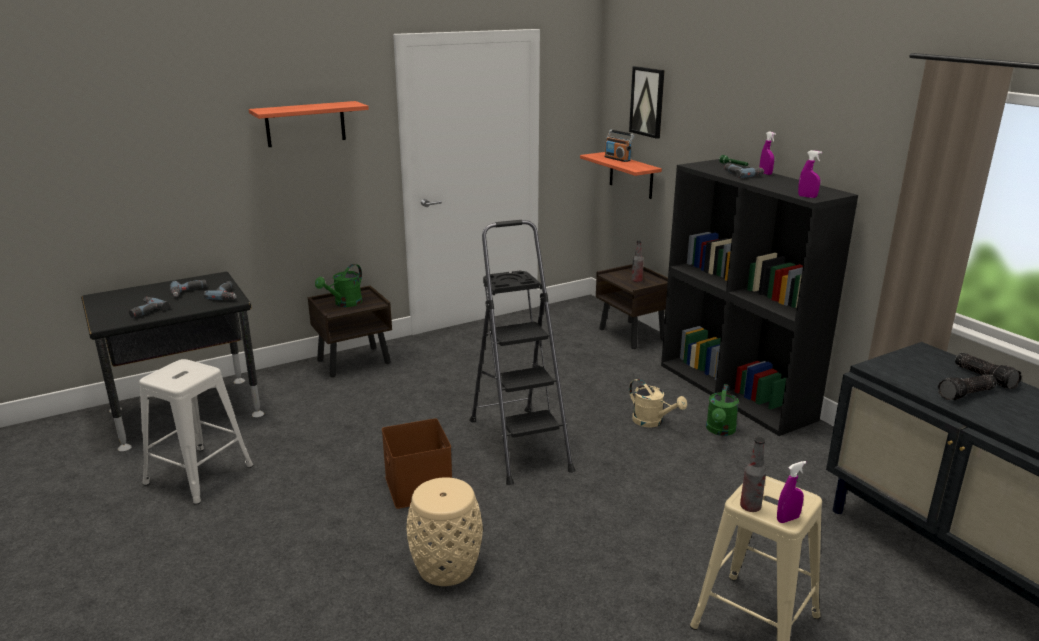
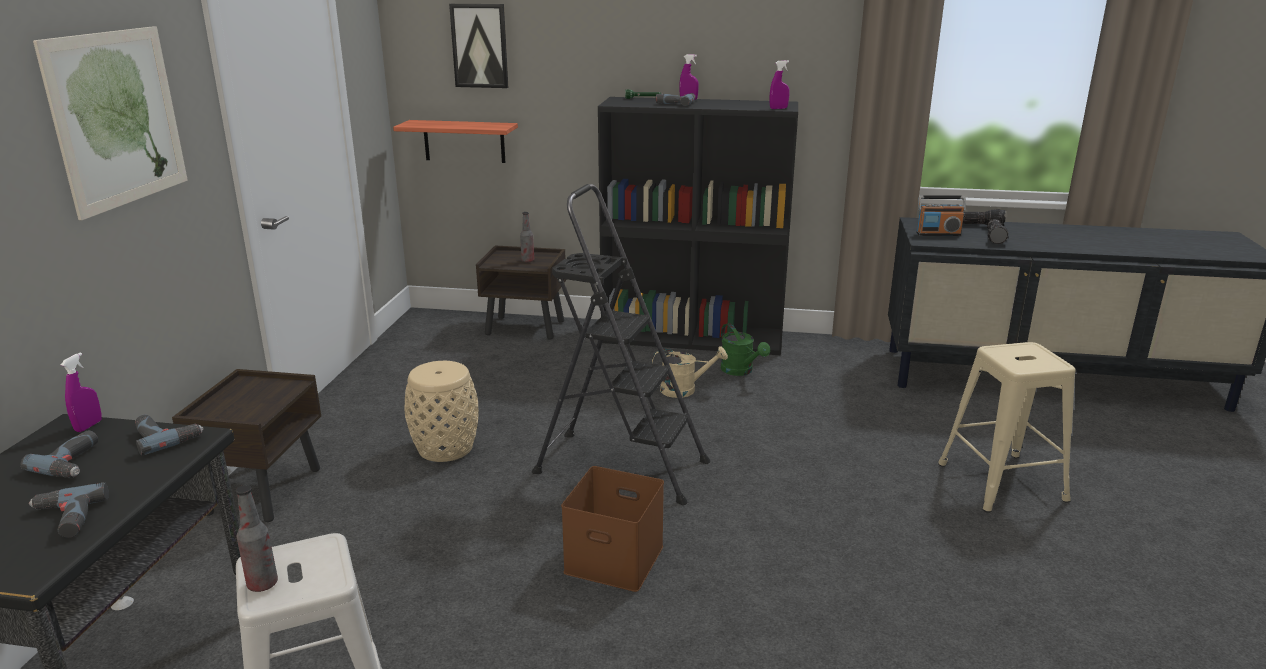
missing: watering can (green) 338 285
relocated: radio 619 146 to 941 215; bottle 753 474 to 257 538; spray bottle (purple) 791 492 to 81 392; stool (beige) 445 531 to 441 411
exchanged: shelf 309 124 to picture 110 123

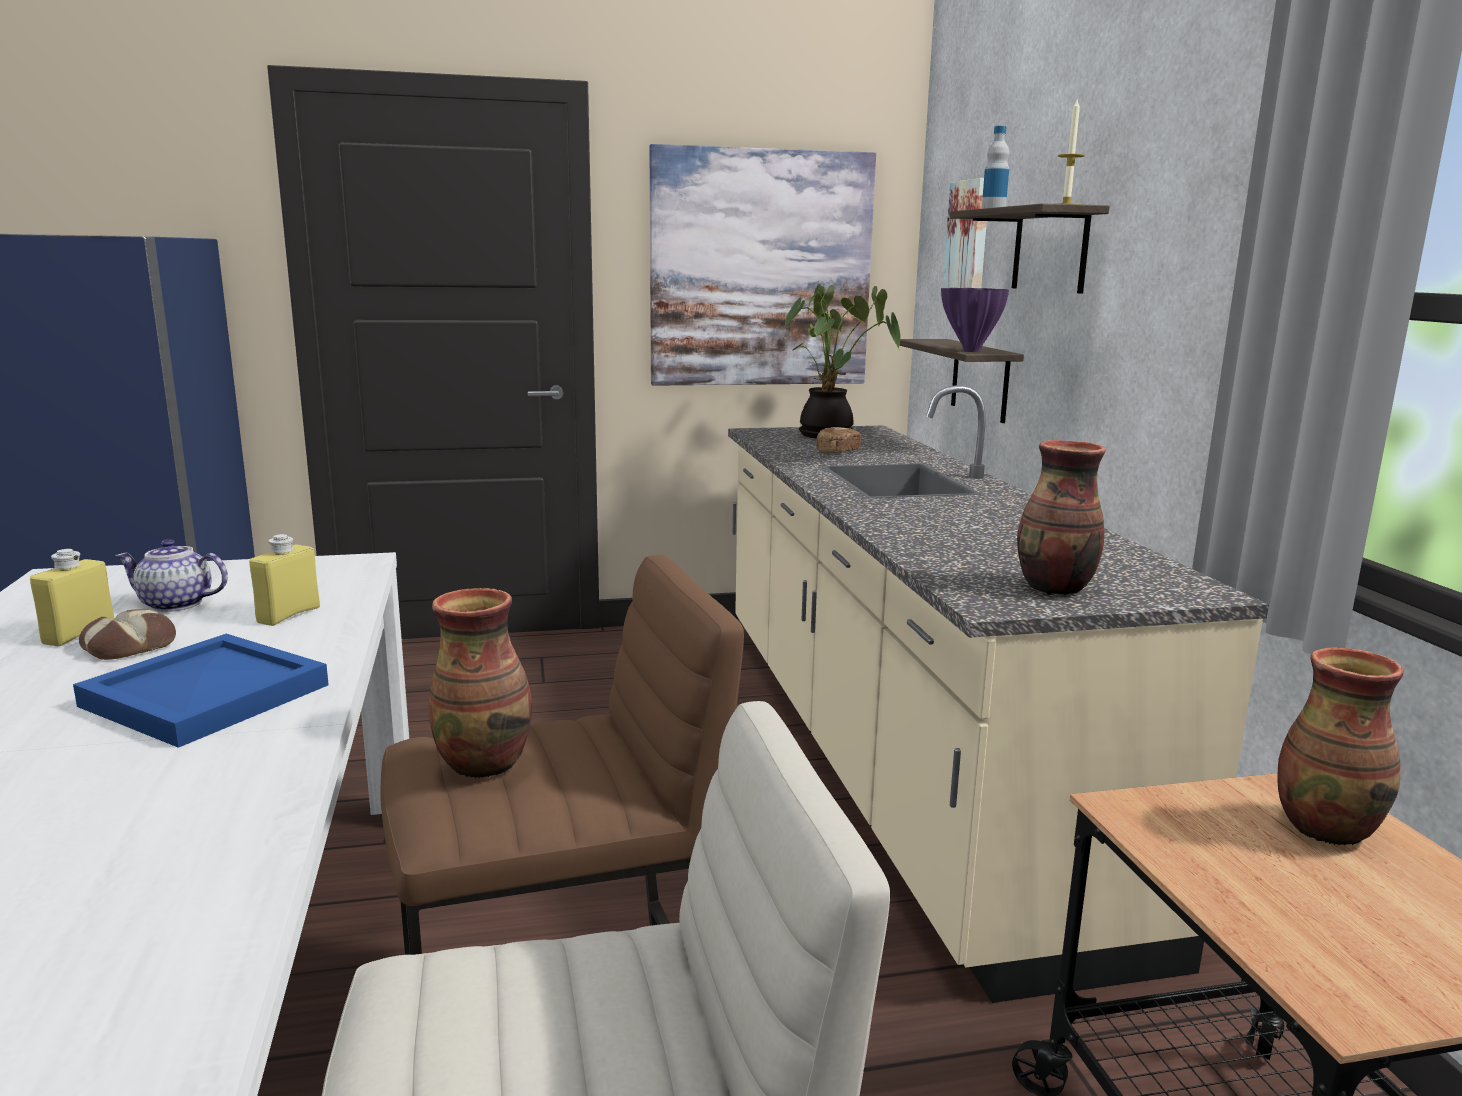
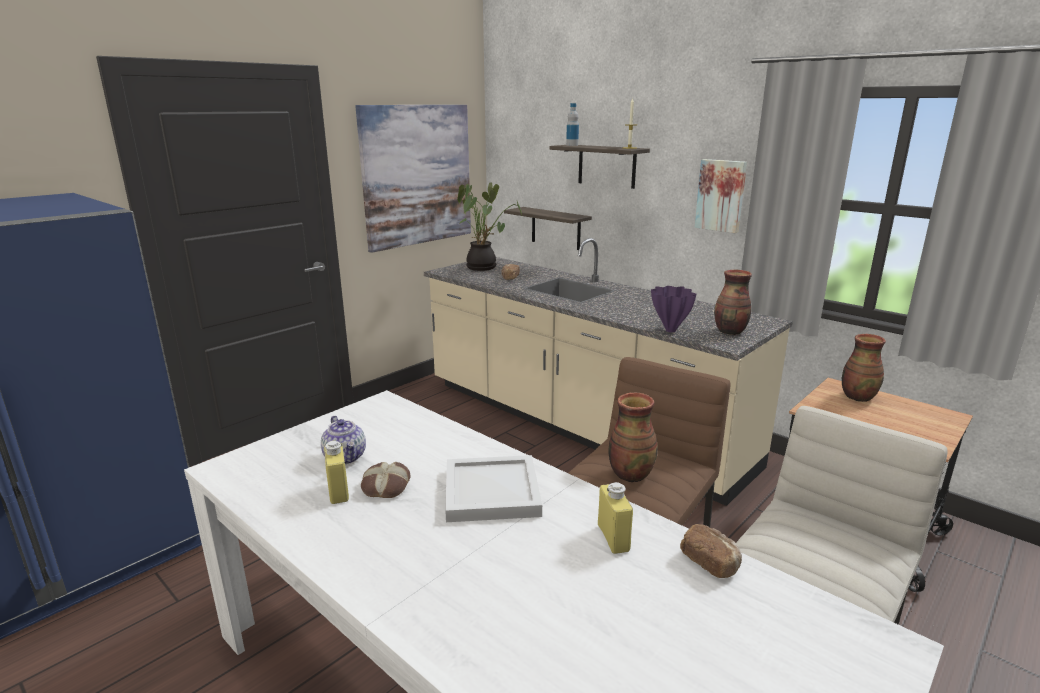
appeared: bread 711 551
relocated: picture 965 233 to 721 196; vase (purple) 975 320 to 673 309; bottle (yellow) 284 580 to 615 518
colour: tray (blue) 201 691 to tray (white) 493 488
spun: teapot 171 575 = 343 440 90 degrees counterclockwise

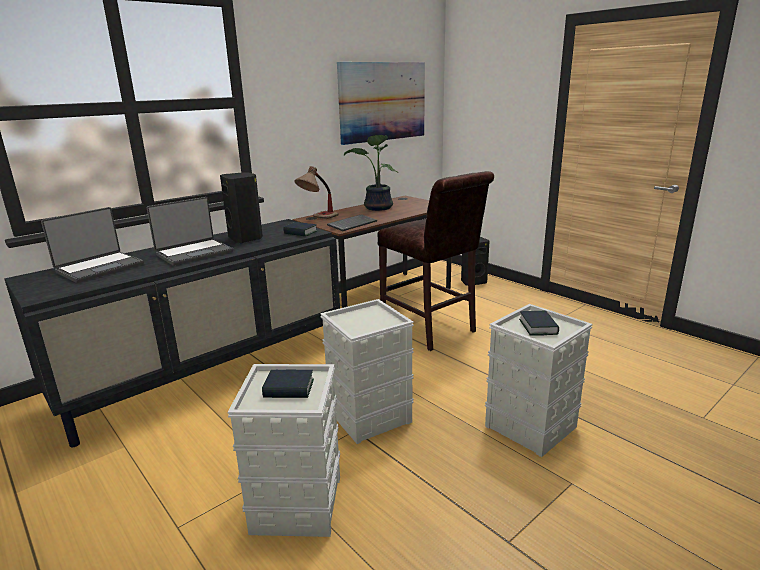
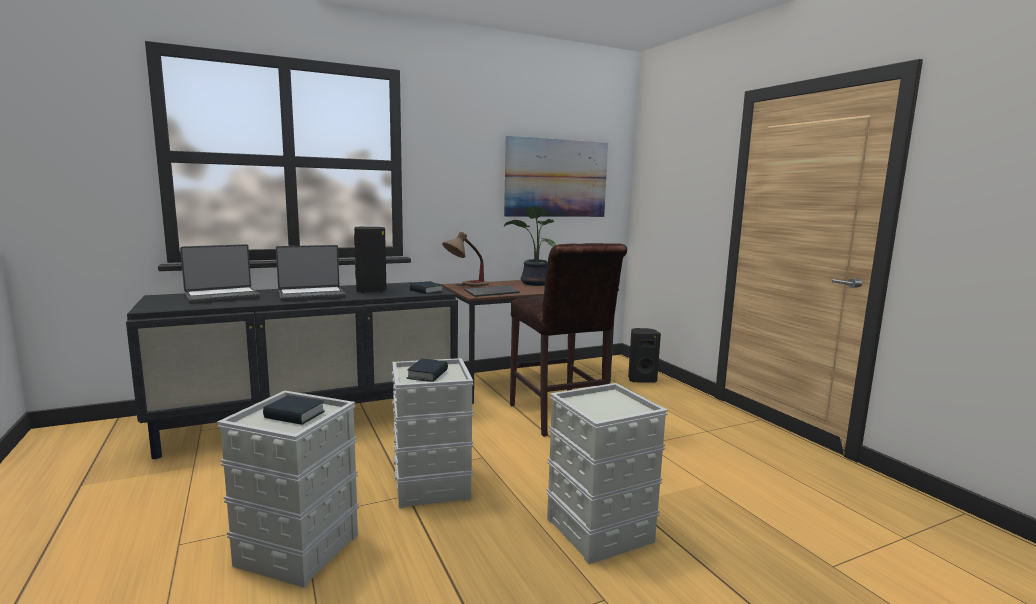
relocated: book 539 323 to 427 370

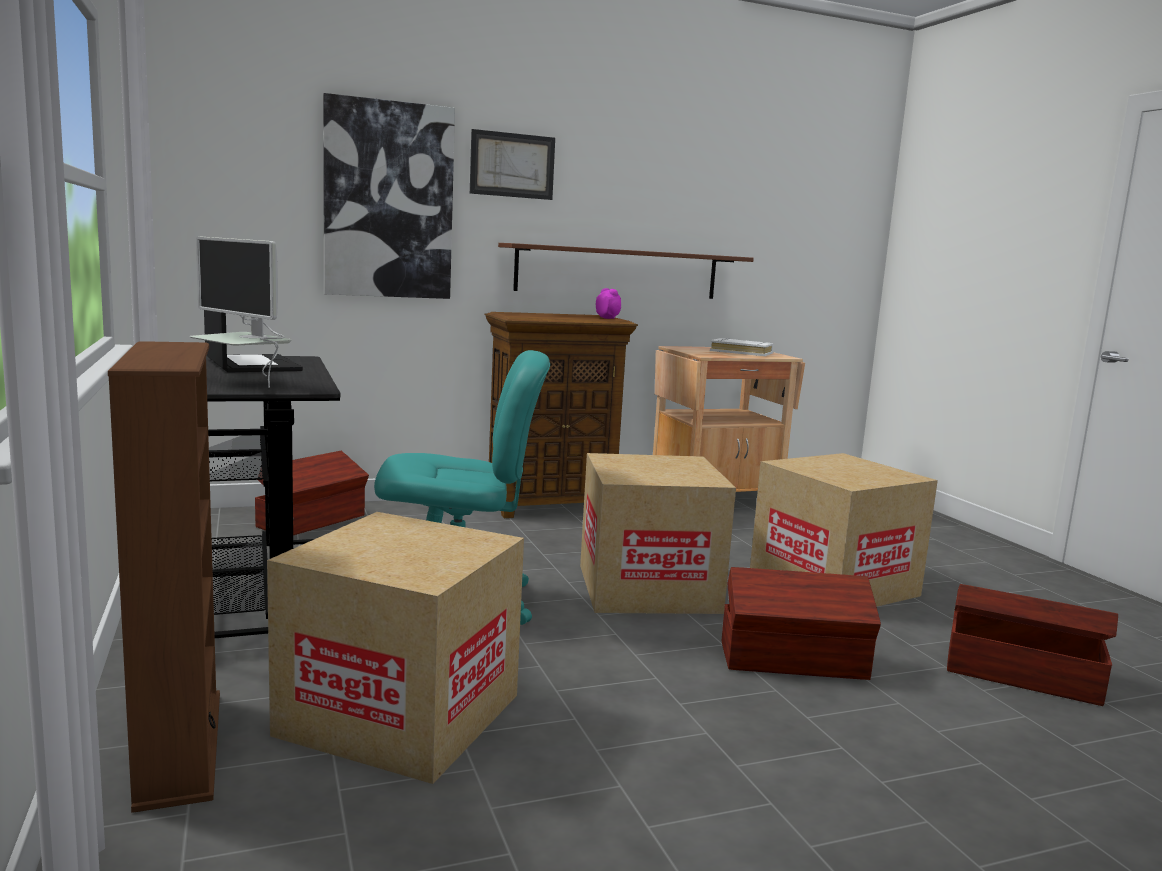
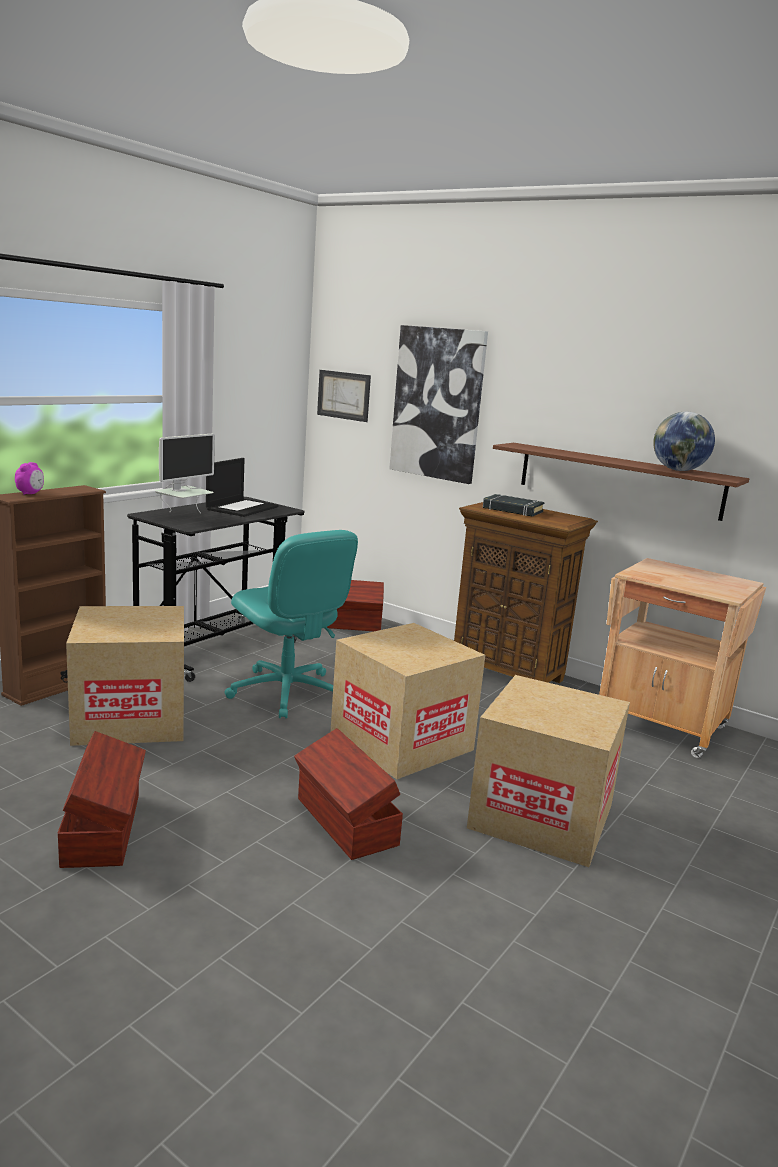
missing: book (white) 742 347
appeared: globe 684 441; book (black) 513 505
relocated: picture 512 164 to 344 396; alarm clock 608 303 to 29 478; storage box (brown) 1032 645 to 102 799
spun: monitor 240 312 = 185 474 150 degrees counterclockwise

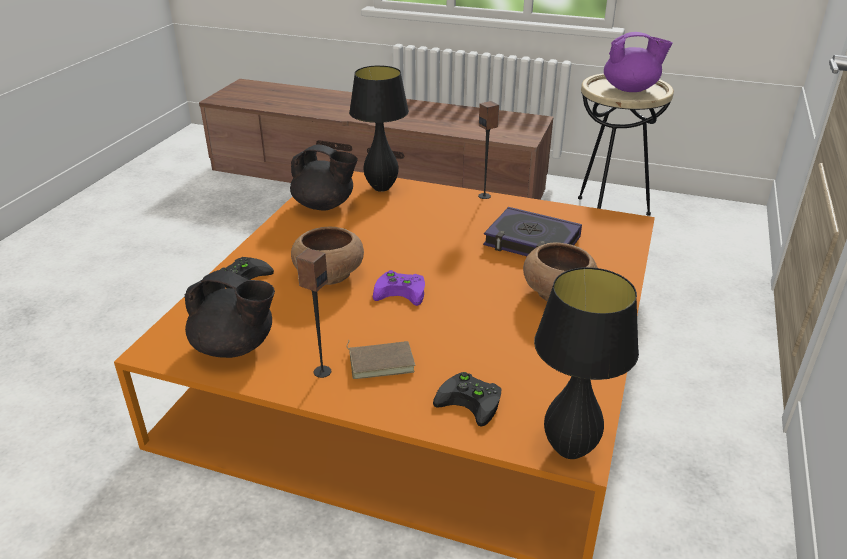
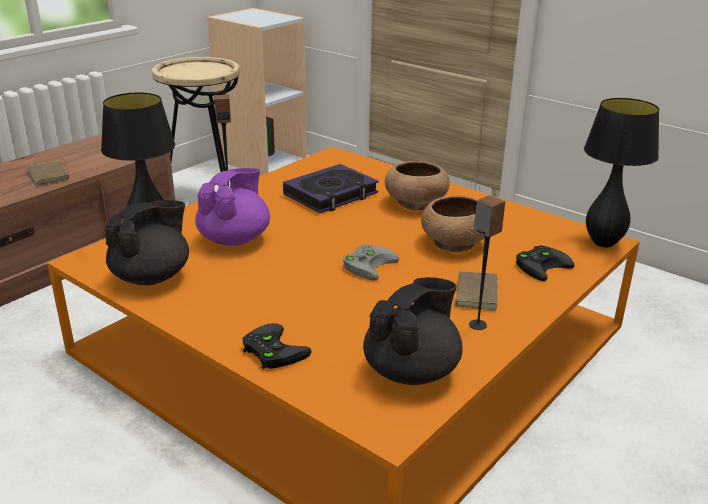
appeared: bookcase 257 92; book (brown) 48 172
relocated: teapot (purple) 638 62 to 232 207; bowl (brown) 327 256 to 452 224
colour: game controller (purple) 399 288 to game controller (grey) 371 262

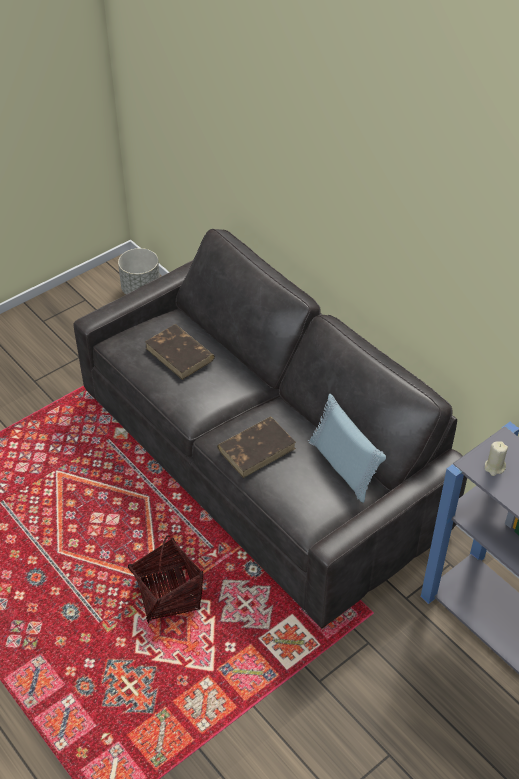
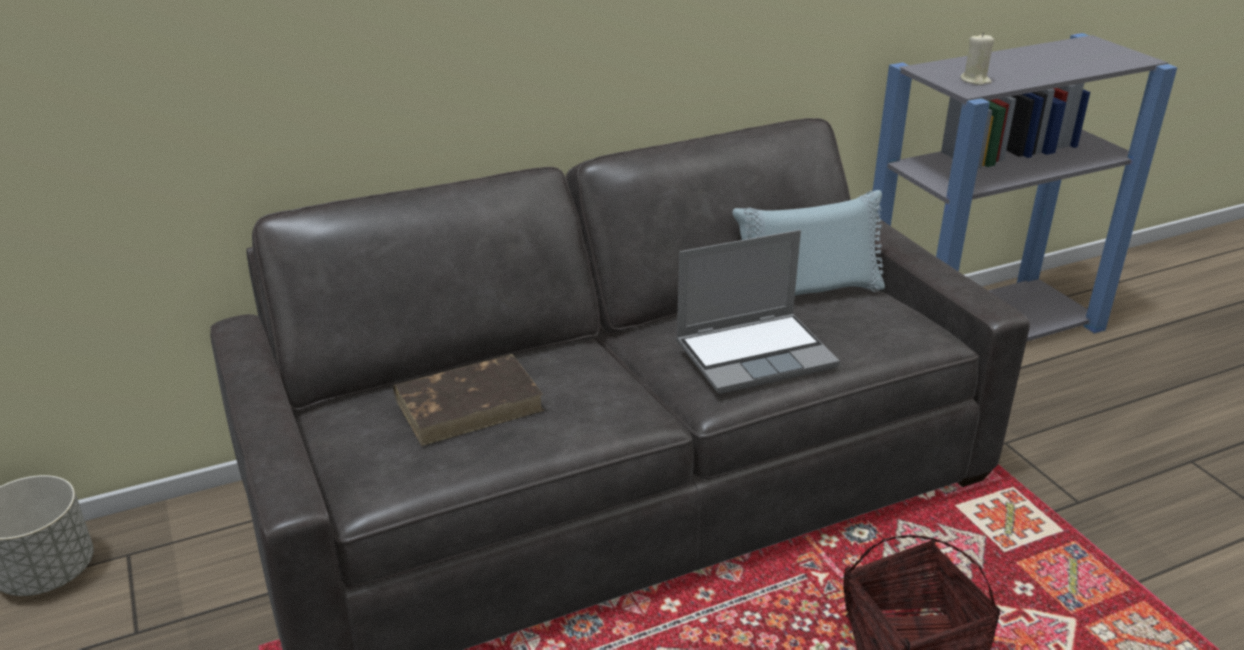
exchanged: book (brown) 256 447 to laptop 758 312

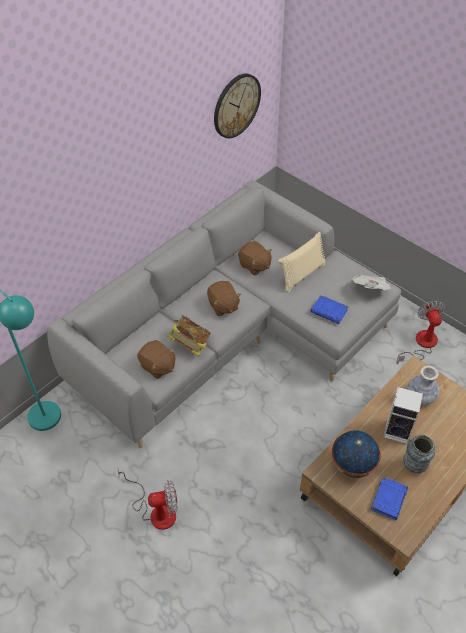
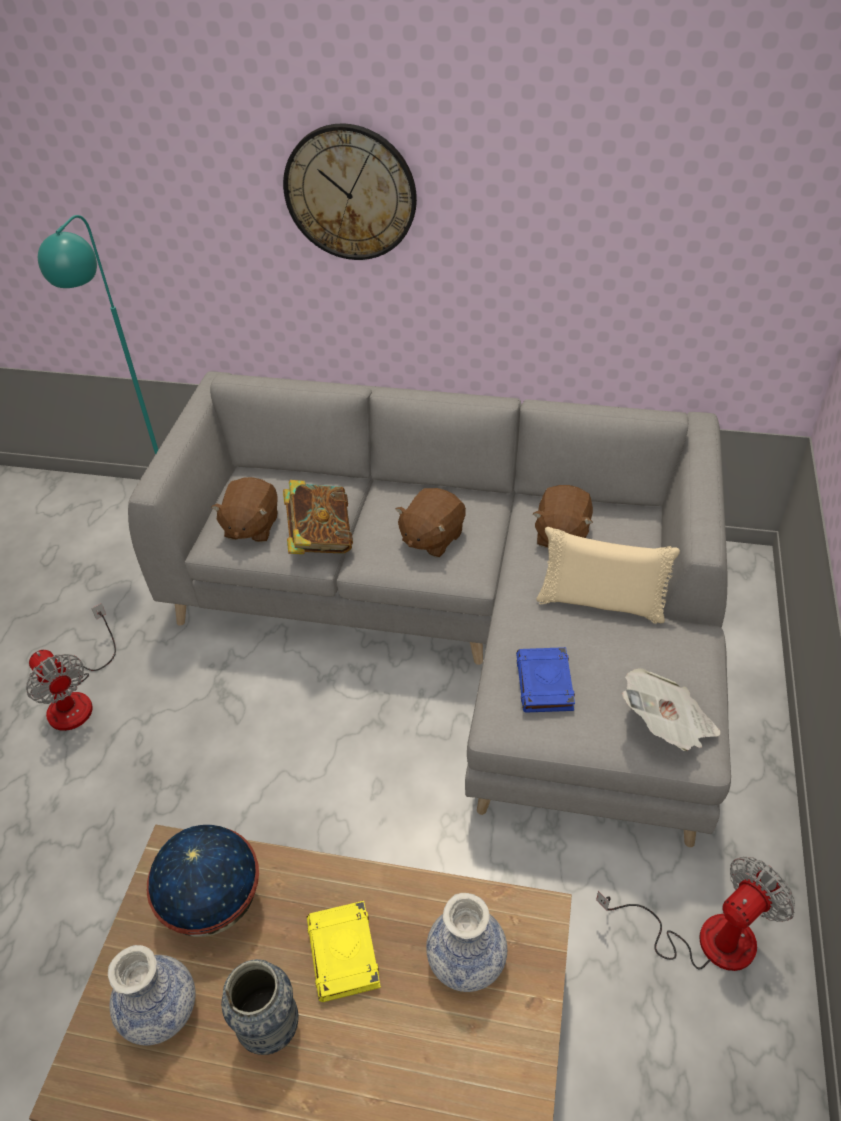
relocated: wall clock 237 105 to 350 191
exchanged: speaker 403 415 to book (yellow) 344 951; book (blue) 389 498 to vase 151 995

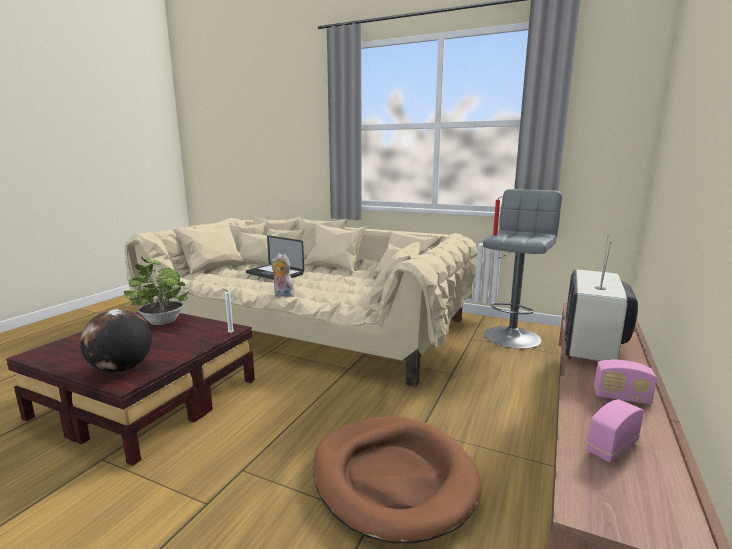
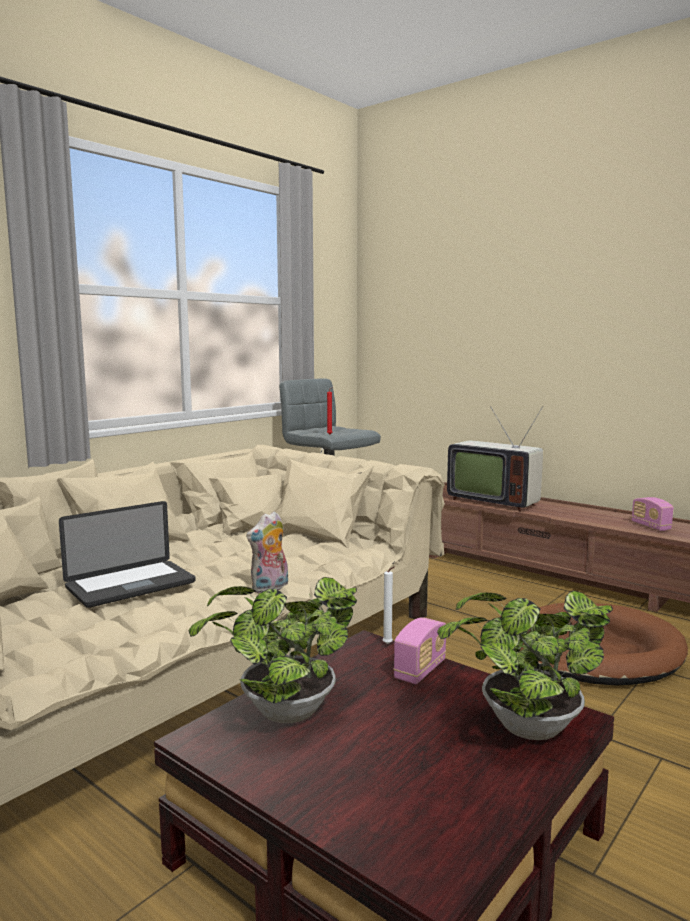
relocated: radio 625 382 to 419 650
exchanged: globe 116 341 to potted plant 525 665

